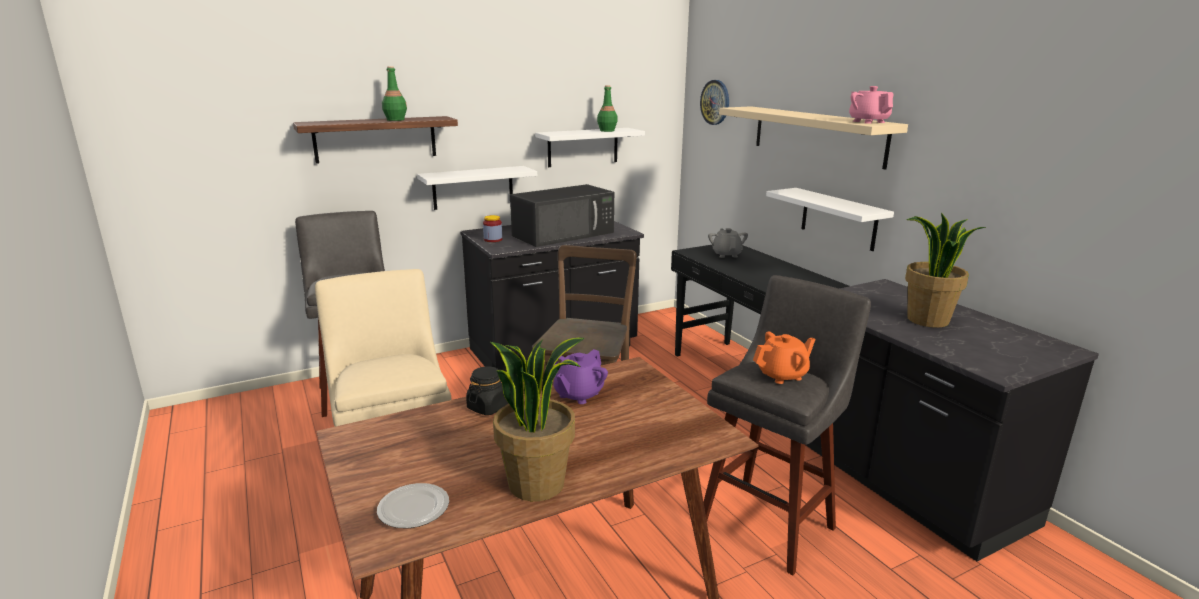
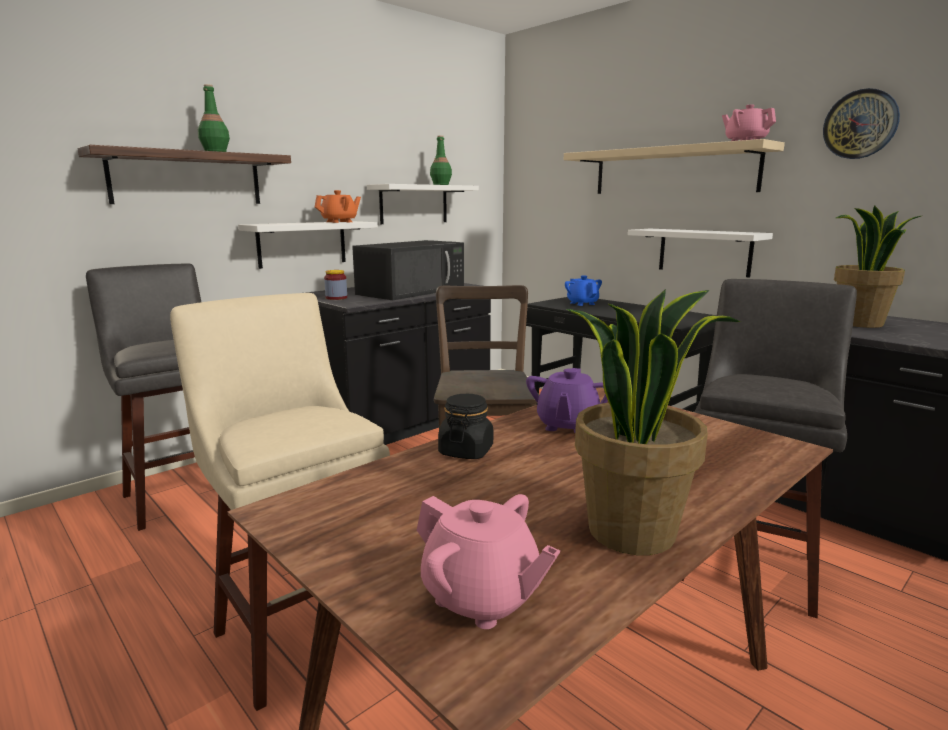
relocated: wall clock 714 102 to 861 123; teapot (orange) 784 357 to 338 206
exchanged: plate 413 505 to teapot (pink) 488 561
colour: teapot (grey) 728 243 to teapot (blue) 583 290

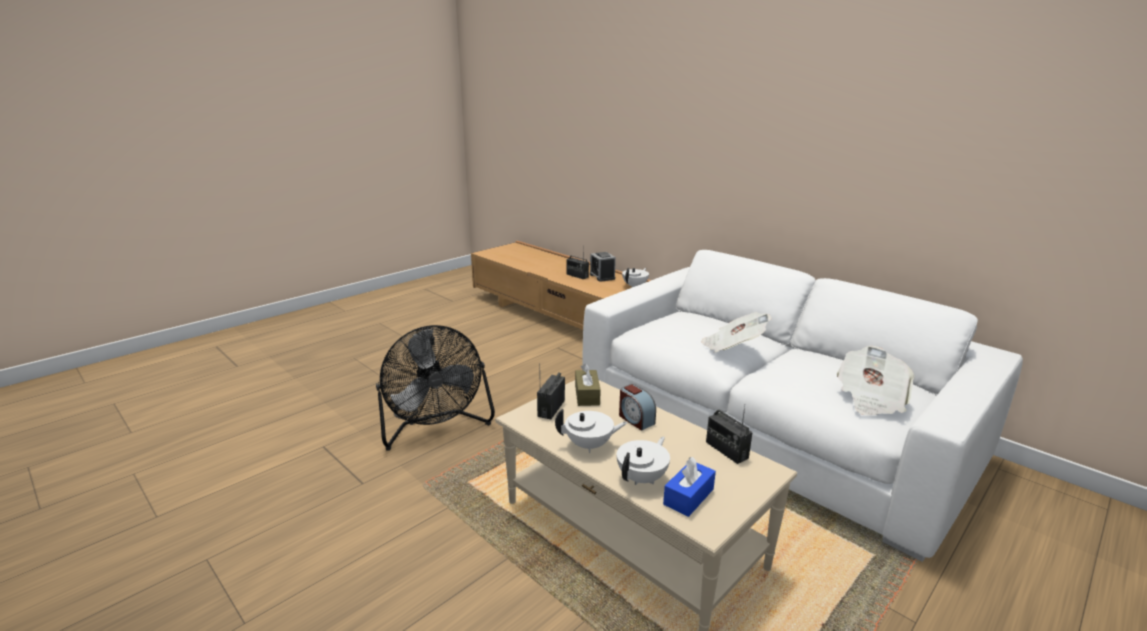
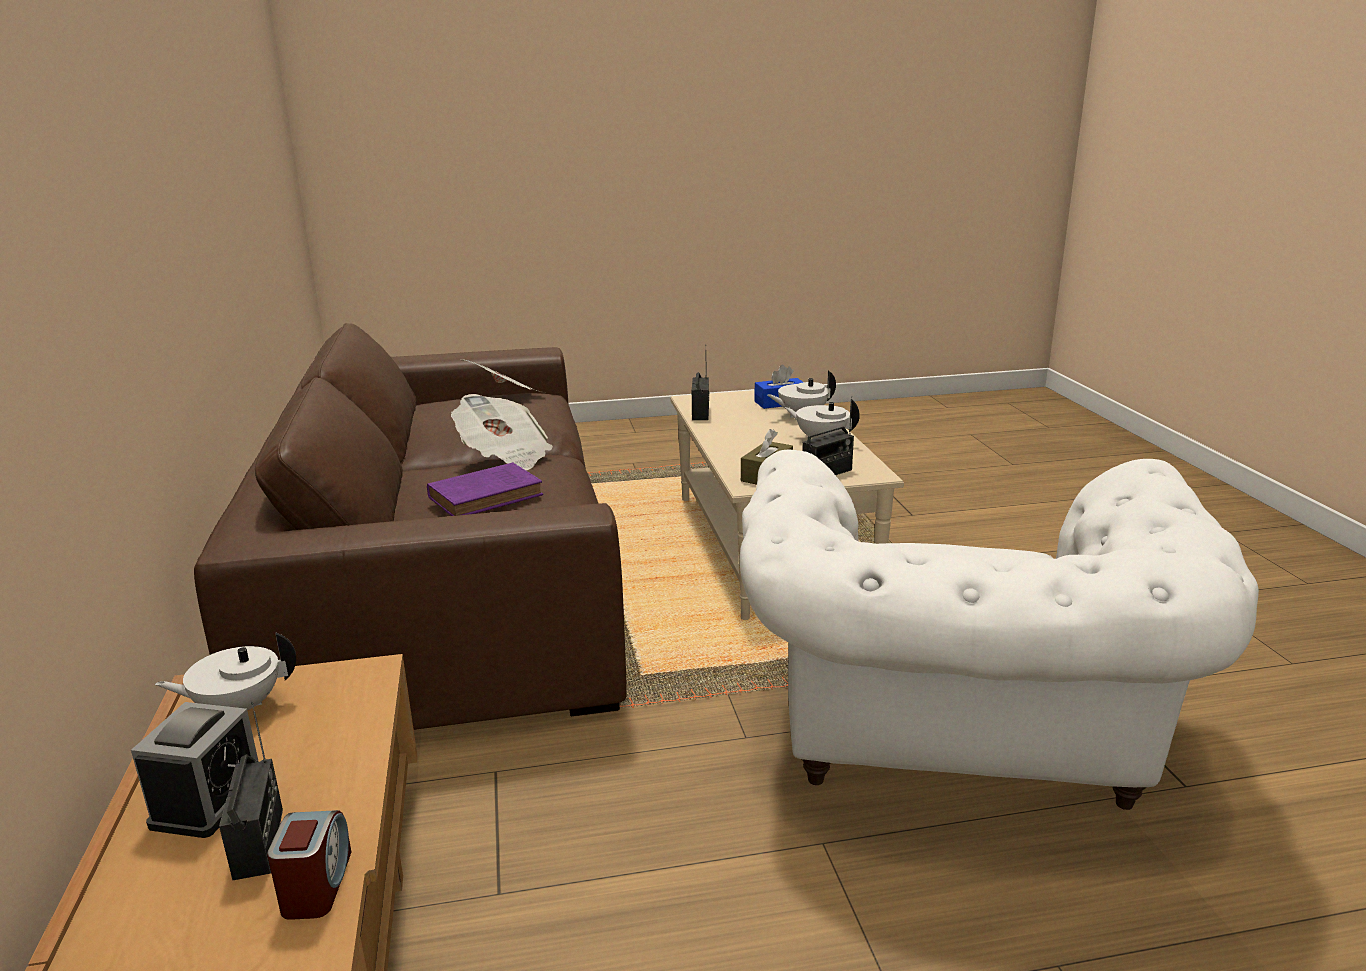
appeared: book (purple) 485 489
relocated: alarm clock 637 407 to 309 865
exchanged: fan (black) 435 388 to armchair (white) 999 630
colour: sofa (white) 802 406 to sofa (brown) 410 526

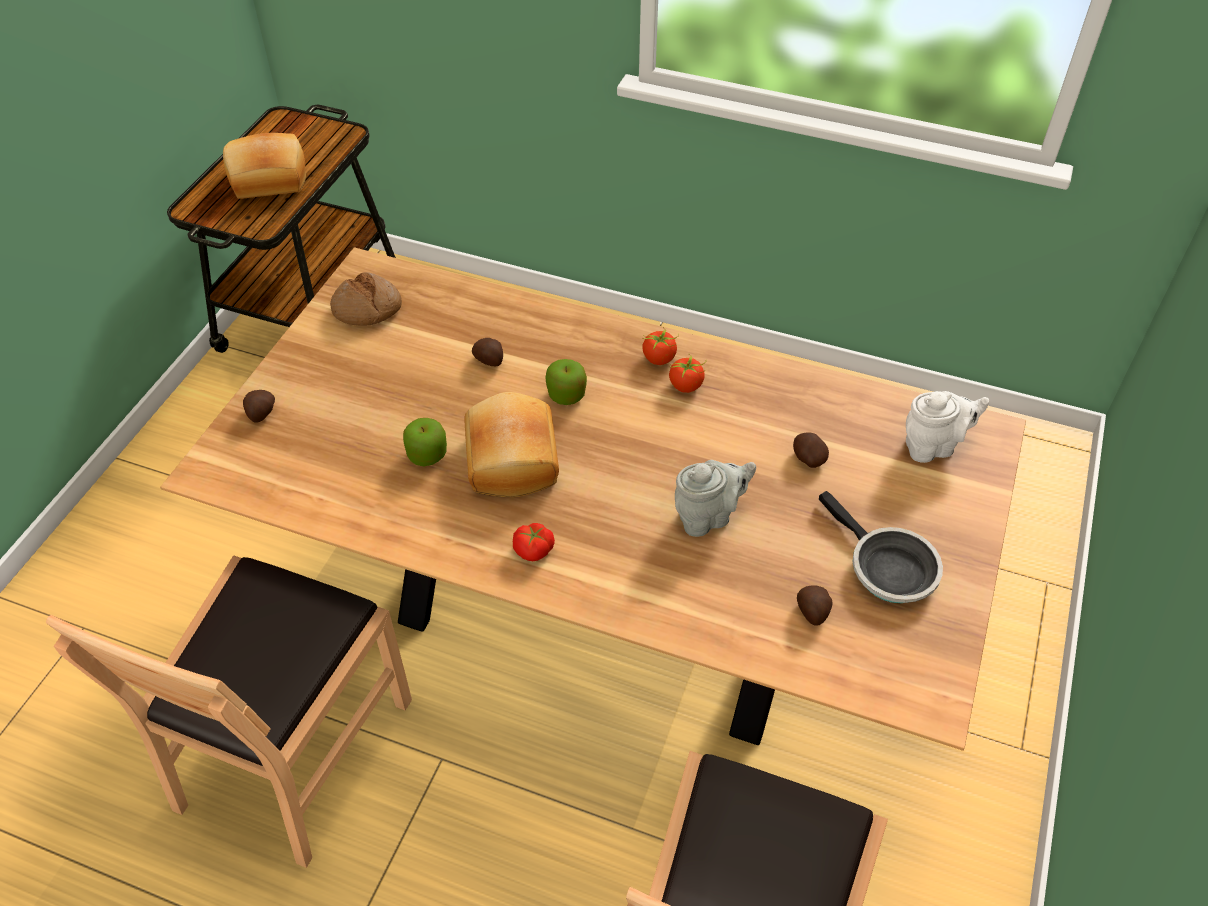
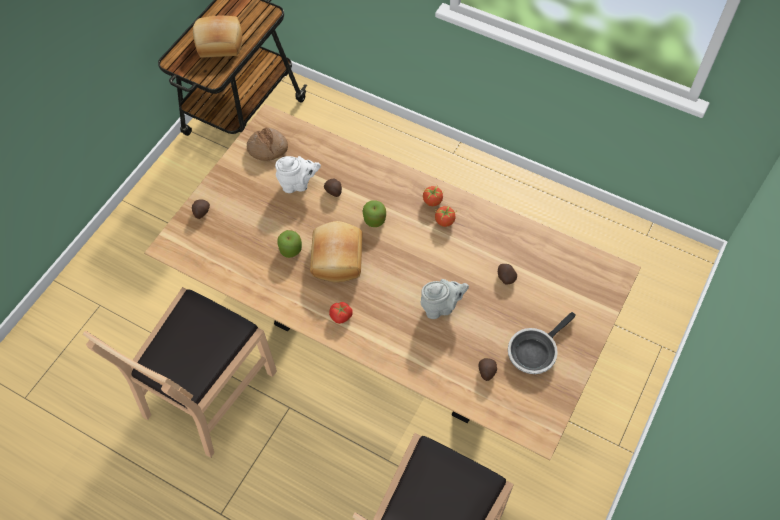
relocated: teapot (white) 947 427 to 298 174
spun: frying pan 881 547 = 542 343 75 degrees clockwise

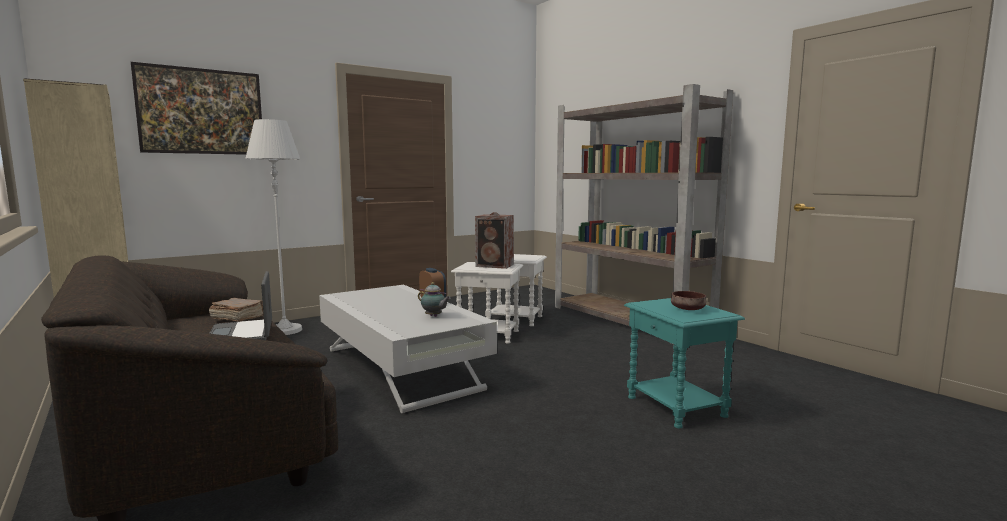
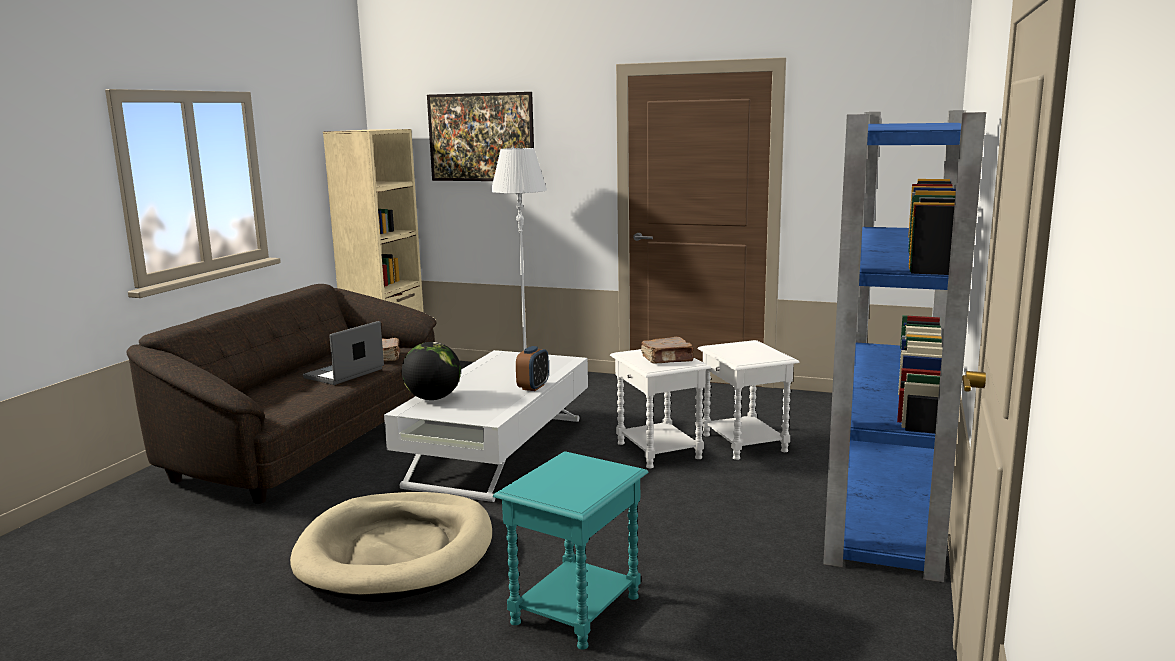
missing: teapot 434 299; bowl (brown) 688 300
appeared: globe 431 371; dog bed (beige) 391 547
exchanged: speaker 494 240 to book (brown) 667 350
colour: bookcase (brown) 644 214 to bookcase (blue) 904 346

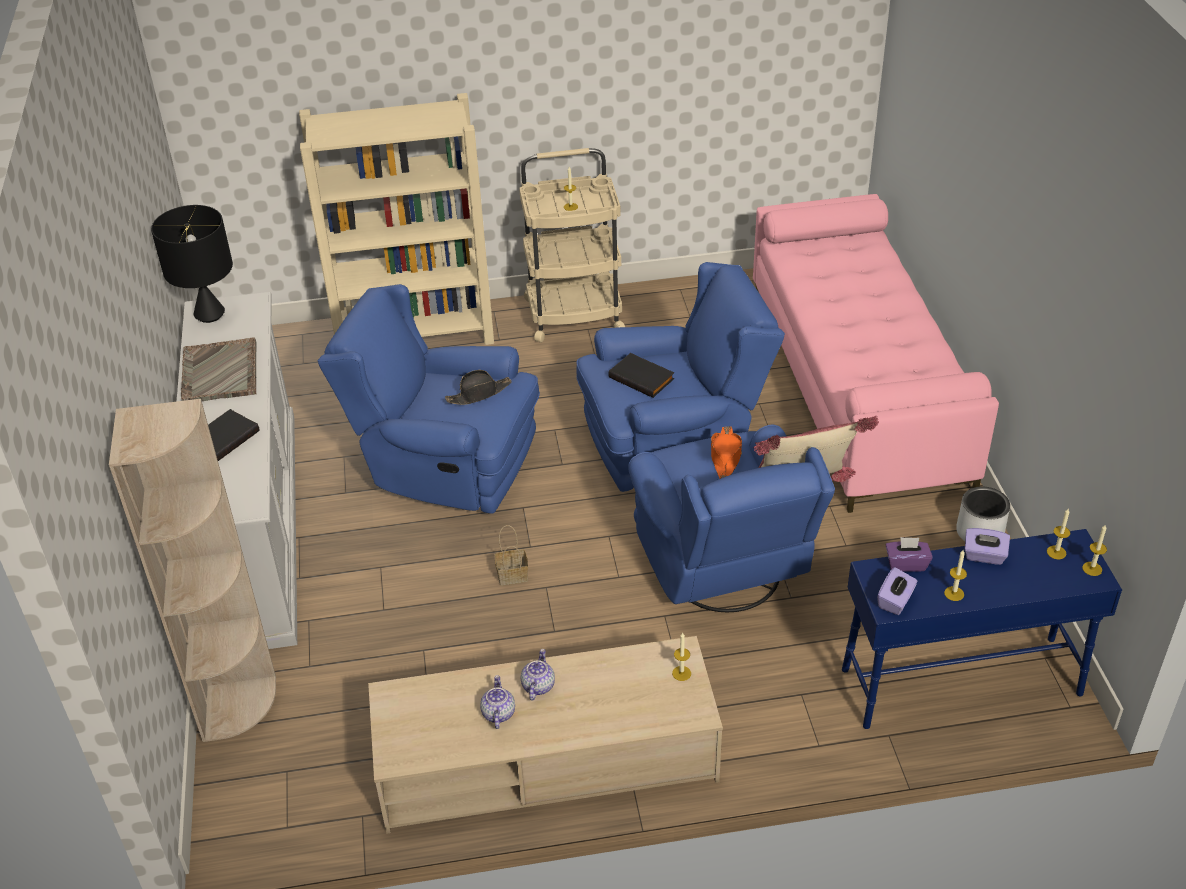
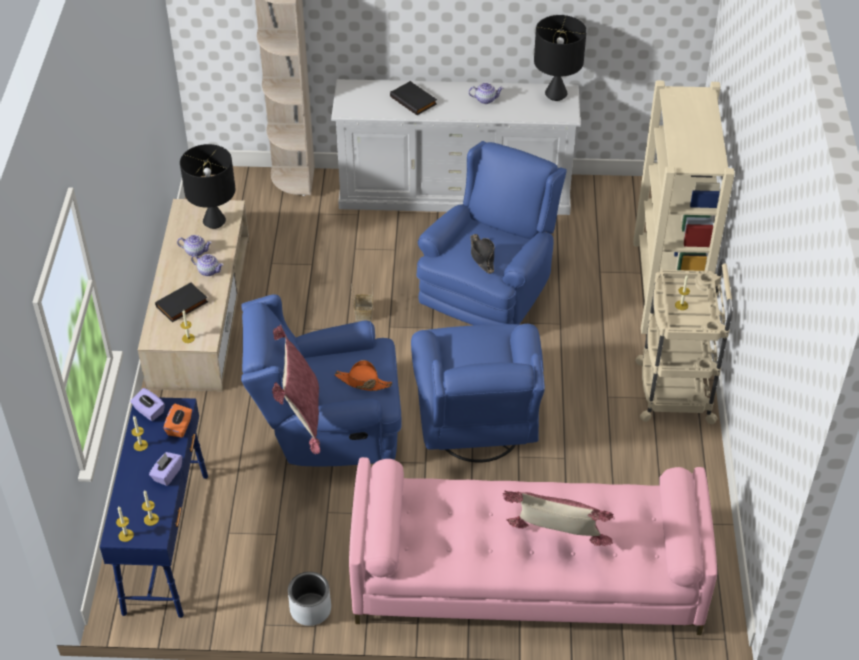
appeared: table lamp (black) 207 186; pillow (red) 558 518
relocated: book (black) 641 375 to 181 302
exchanged: tray (grey) 219 369 to teapot 486 93
colour: tissue box (purple) 909 554 to tissue box (orange) 178 421

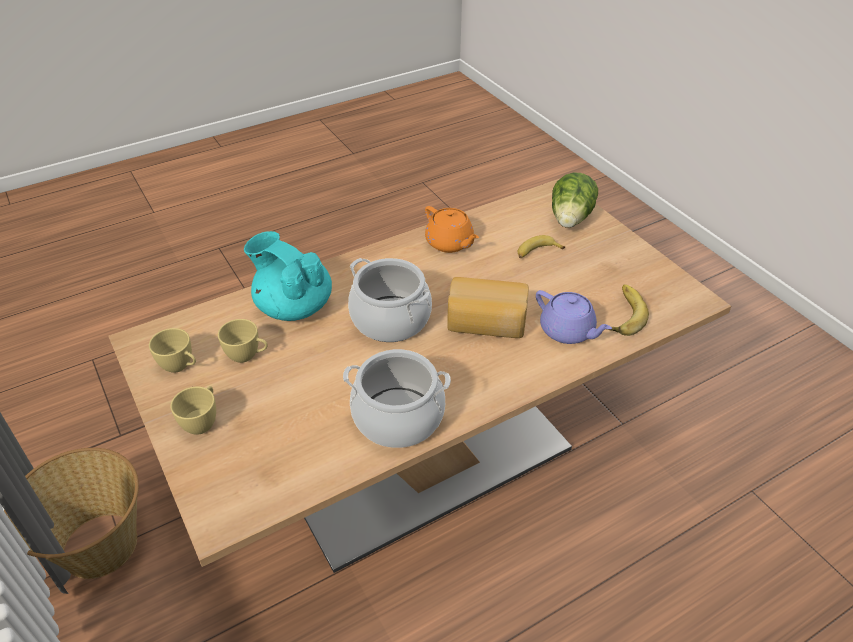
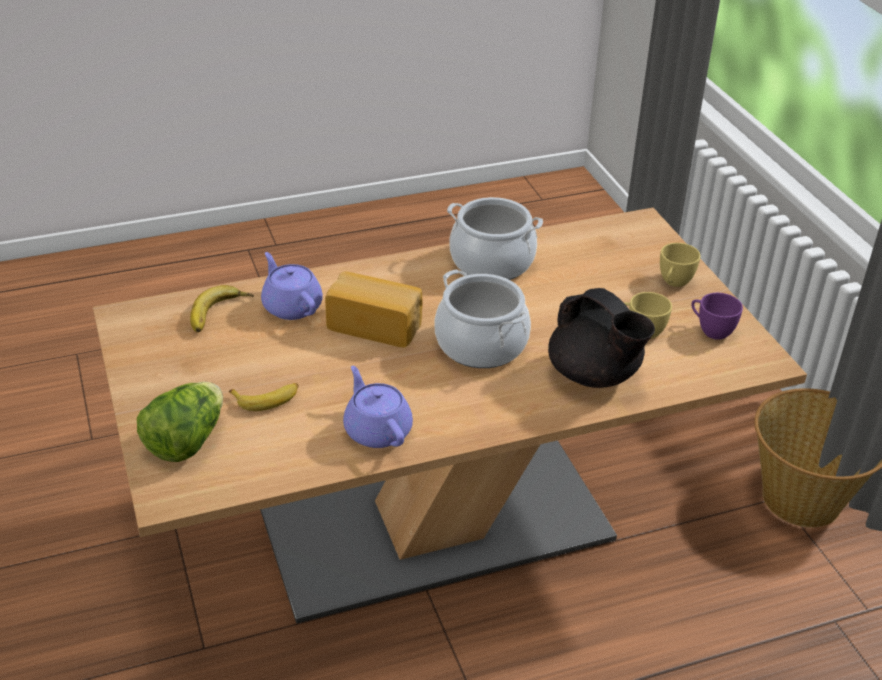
colour: teapot (orange) 452 229 to teapot (purple) 378 407; teapot (turquoise) 288 276 to teapot (black) 601 338; cup (yellow) 172 350 to cup (purple) 717 316

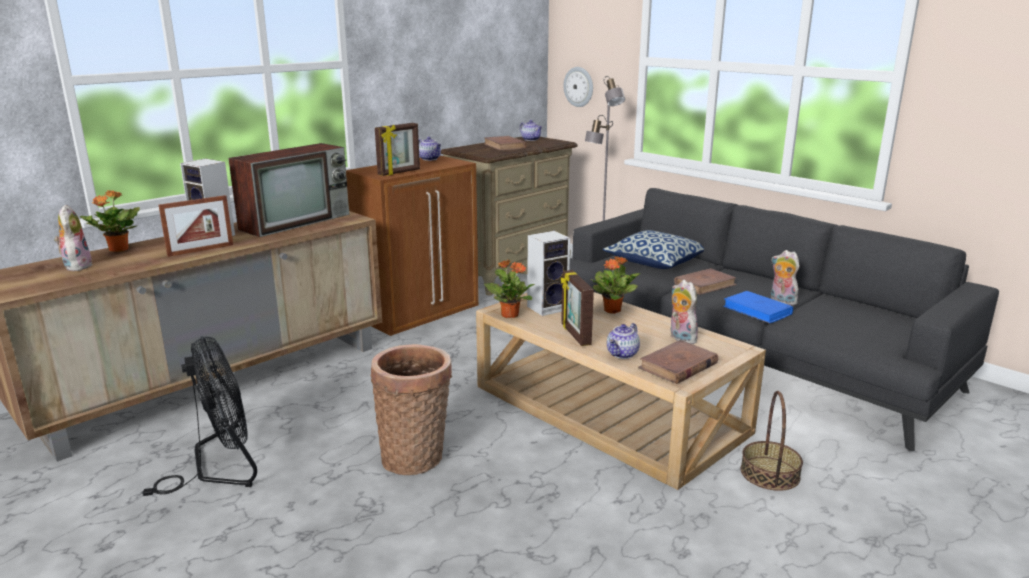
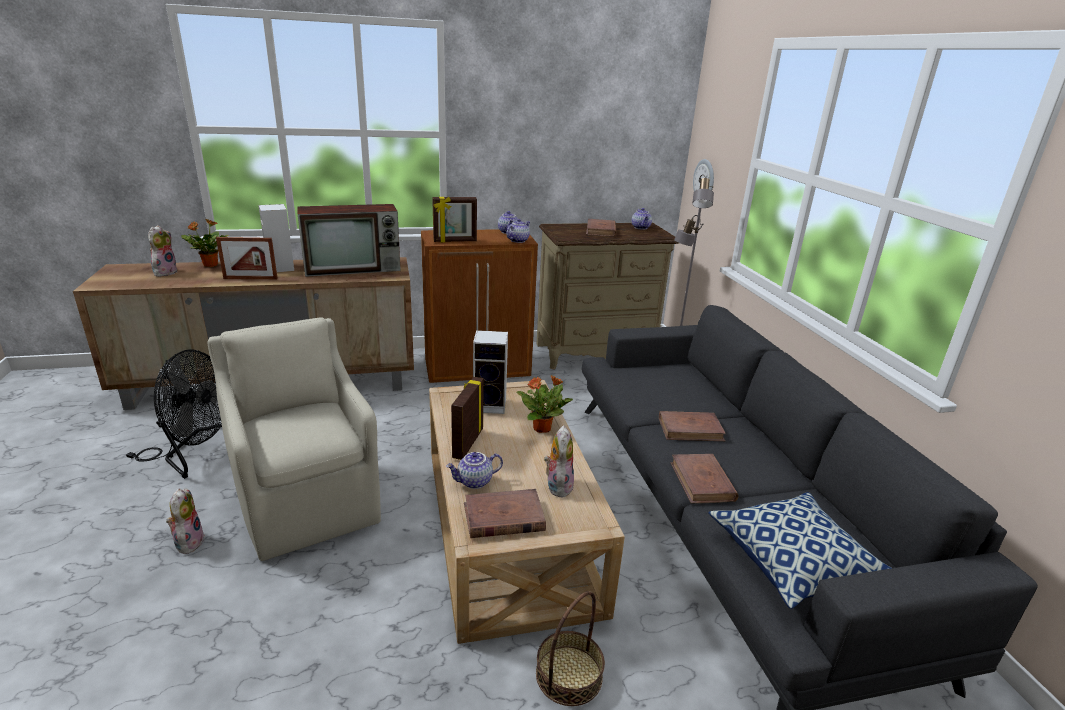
missing: potted plant 509 288
appeared: teapot 518 231
relocated: pillow 653 249 to 799 550; plush toy 785 278 to 185 521
exchanged: basket 411 409 to armchair (beige) 294 439
colour: book (blue) 758 307 to book (brown) 705 479

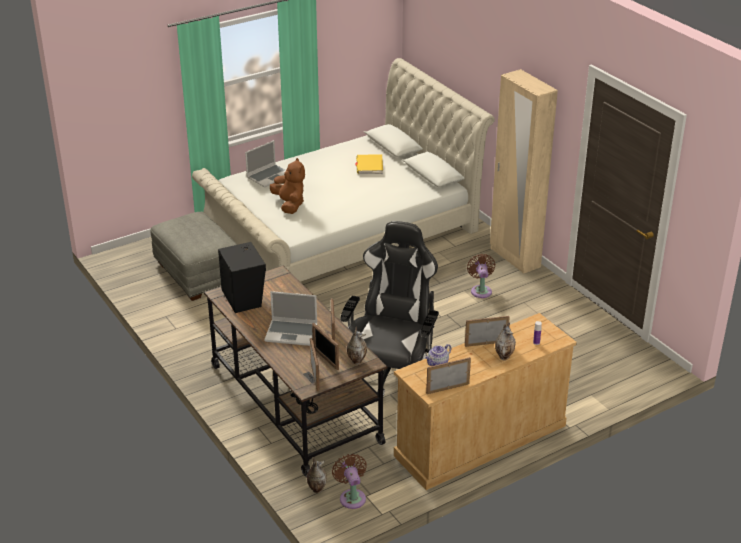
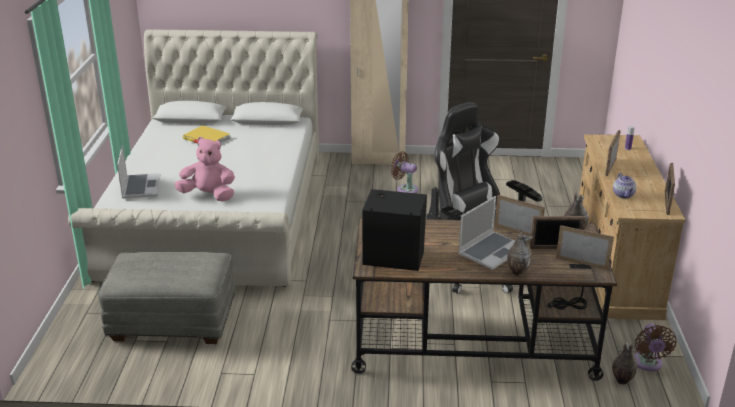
relocated: vase 505 341 to 520 253
colour: plush toy (brown) 287 186 to plush toy (pink) 204 169
spun: fan (brown) 349 481 = 655 347 105 degrees counterclockwise

